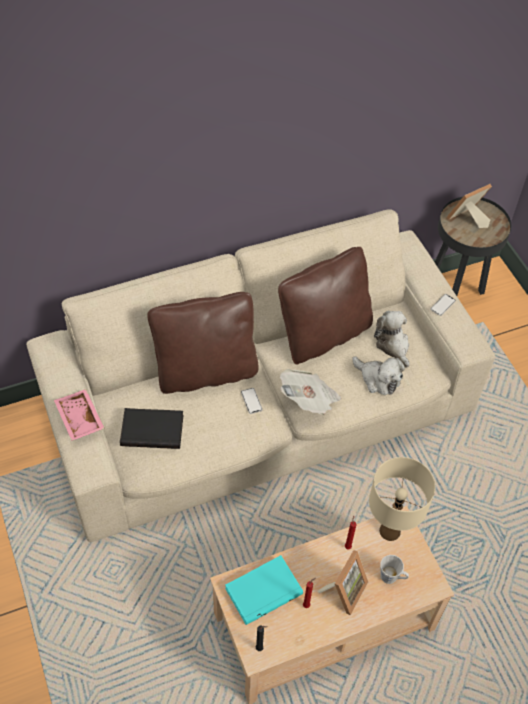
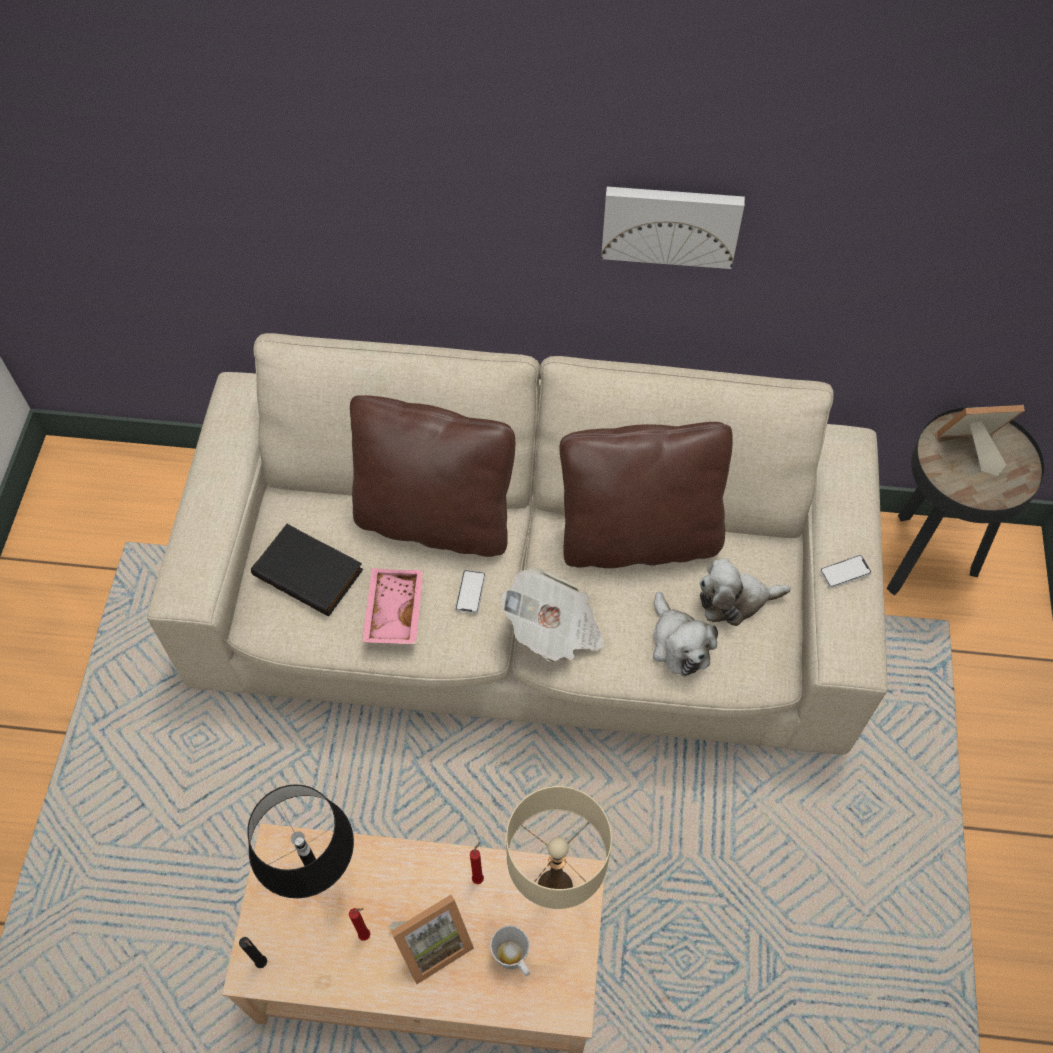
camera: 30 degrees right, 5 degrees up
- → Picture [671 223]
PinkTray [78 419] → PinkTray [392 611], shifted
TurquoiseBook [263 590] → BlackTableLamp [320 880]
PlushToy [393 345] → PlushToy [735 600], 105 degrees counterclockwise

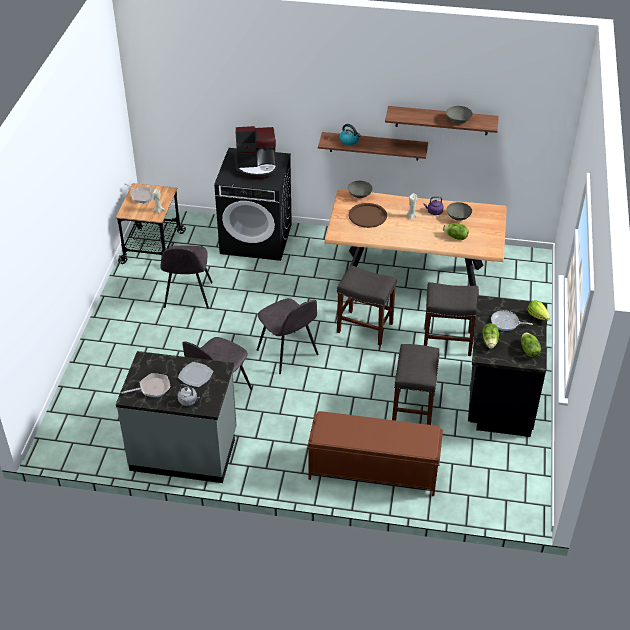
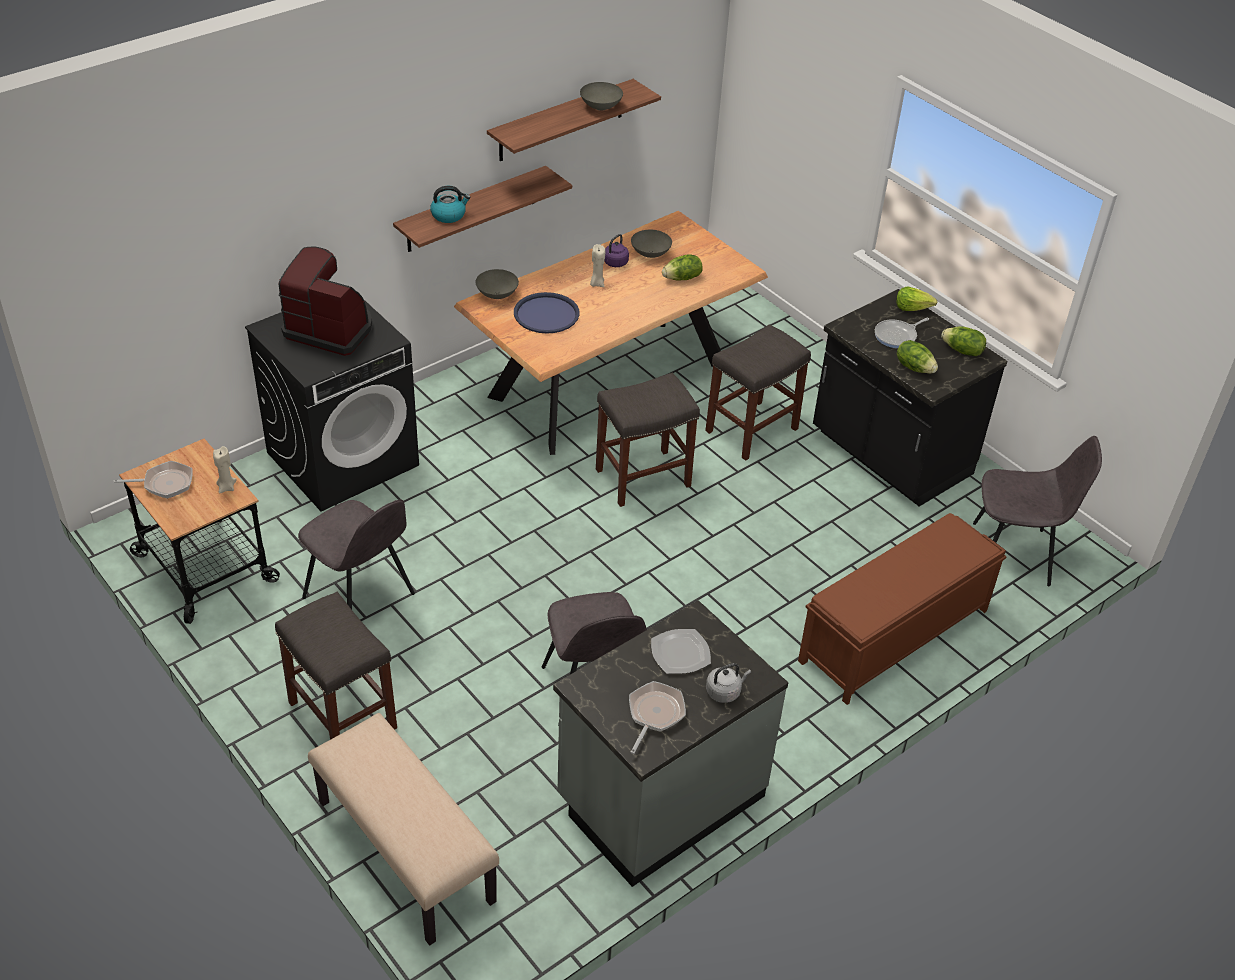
camera: 50 degrees left, 0 degrees up
- → BeigeBench [404 851]
GreyChair [288 353] → GreyChair [1014 554], shifted
GreyStool [413 411] → GreyStool [344 716], shifted
BrownTray [367 216] → BlueTray [546 314]
CoffeeMachine [257 167] → CoffeeMachine [330 329], 105 degrees counterclockwise

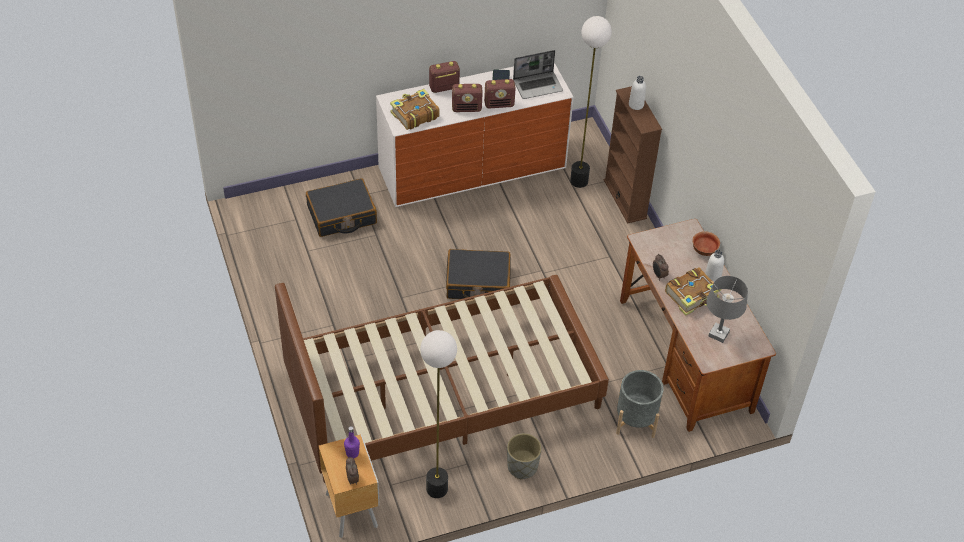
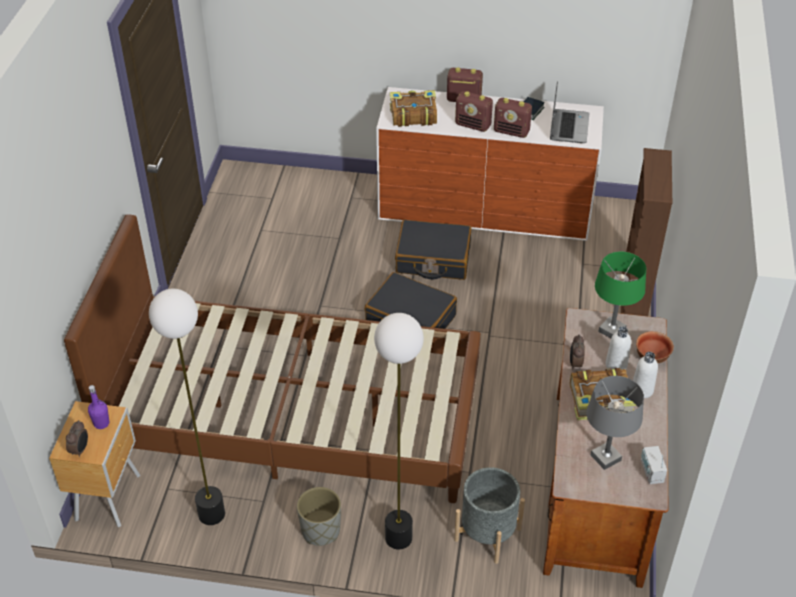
camera: 30 degrees right, 5 degrees down
- → GreenTableLamp [612 330]
- → Radio [651 472]
BlackSuitcase [341 215] → BlackSuitcase [433 259], shifted
FloorLamp [578 181] → FloorLamp [398 538], shifted
WhiteBottle [636 105] → WhiteBottle [616 365], shifted
Laptop [538 85] → Laptop [568 127], 90 degrees counterclockwise

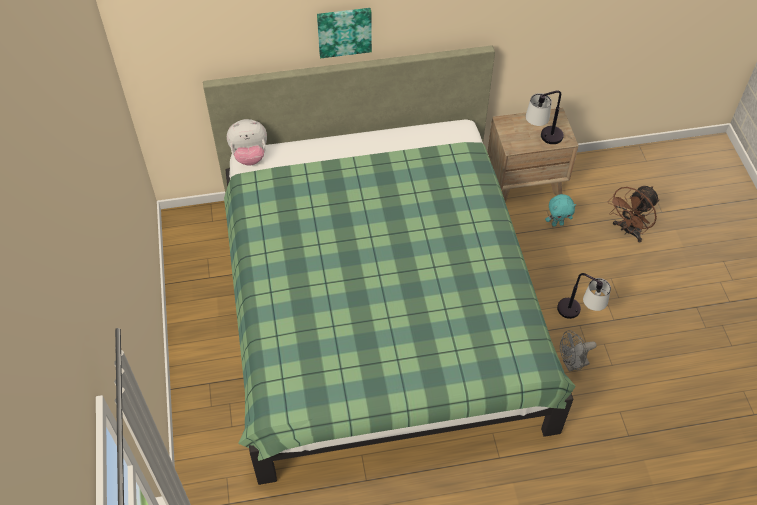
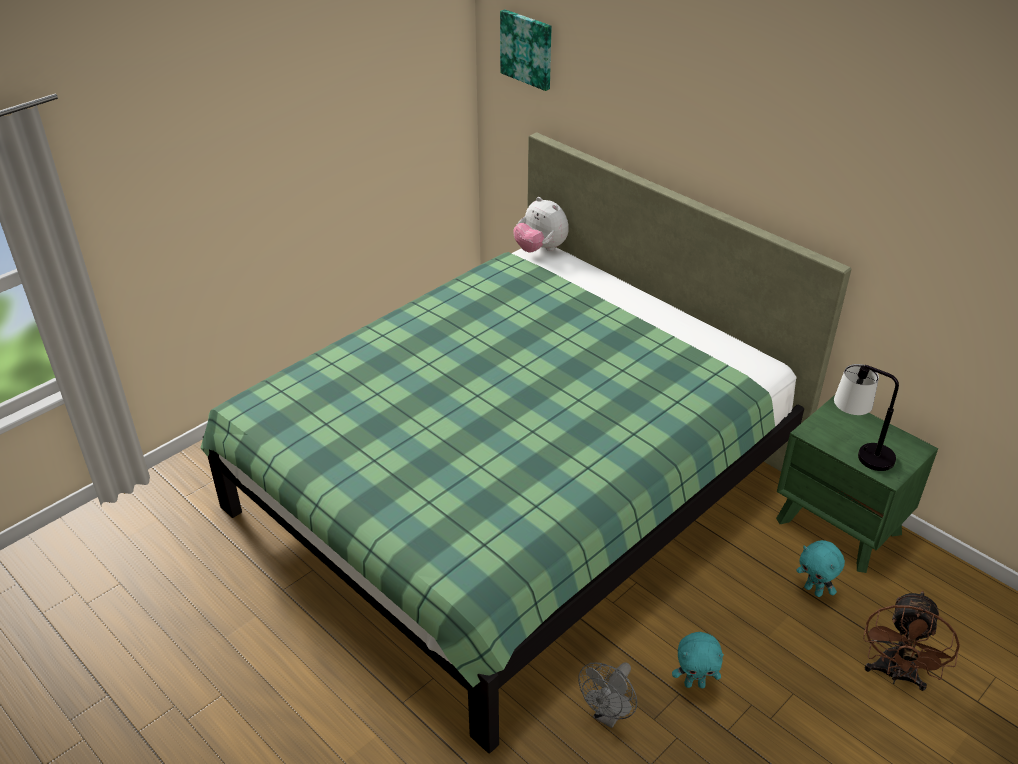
camera: 55 degrees right, 15 degrees down
Picture [344 31] → Picture [527 49], shifted
TableLamp [578 314] → TurquoisePlushToy [694 684]
BrownNightstand [525 182] → GreenNightstand [839 526]
GreyFan [572 364] → GreyFan [608 715], 90 degrees counterclockwise
BrownFan [628 231] → BrownFan [895 675], 75 degrees counterclockwise

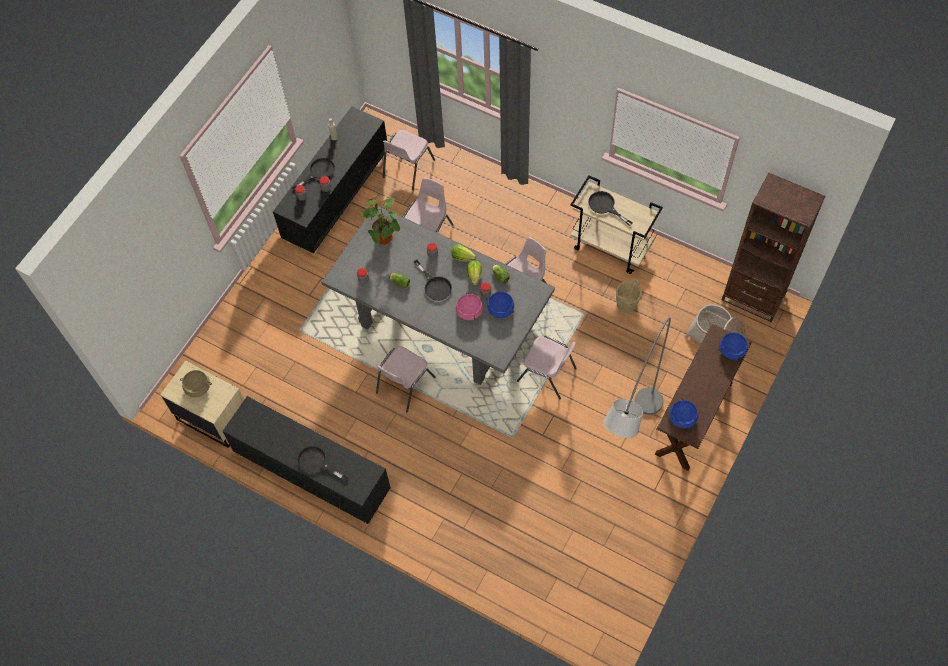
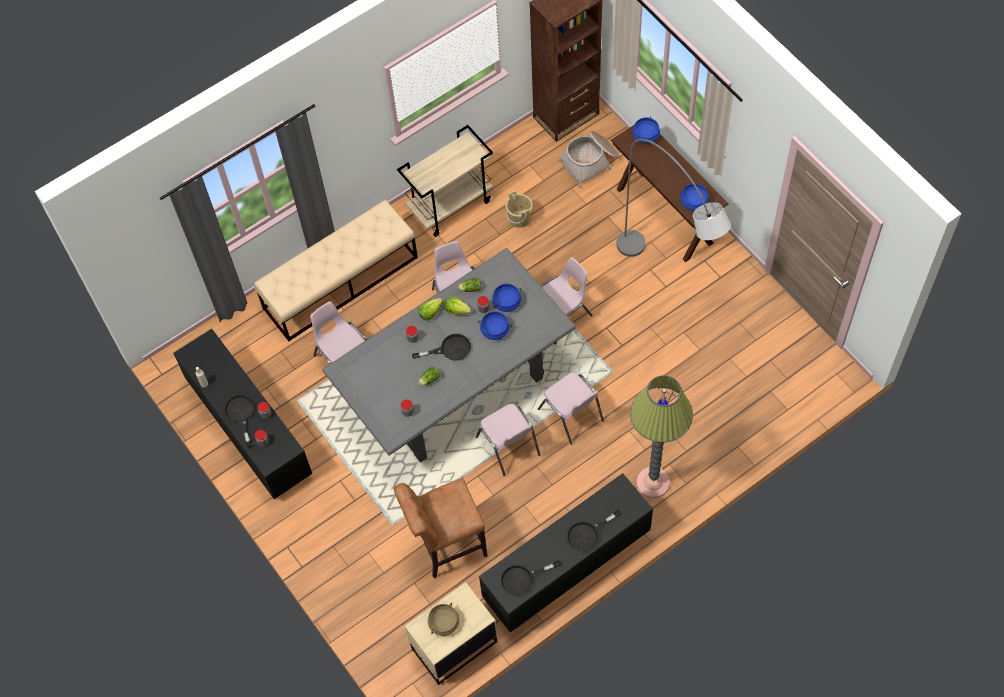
camera: 65 degrees left, 0 degrees up
PottedPlant [385 238] → -
- → BeigeBench [341 282]
- → BrownStool [446 546]
- → FloorLamp [653 483]
PinkChair [407 169] → PinkChair [571 415], shifted
BlackFryingPan [605 206] → BlackFryingPan [522 578], shifted
PinkCookingPot [469 311] → BlueCookingPot [495 330]

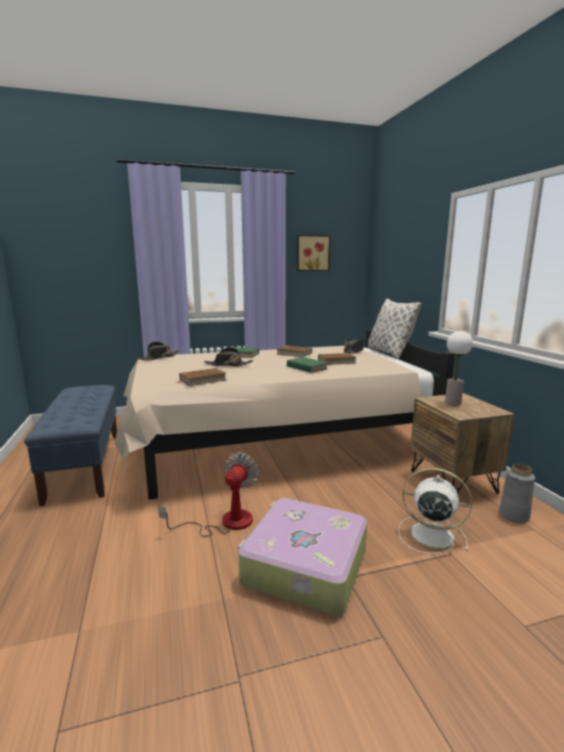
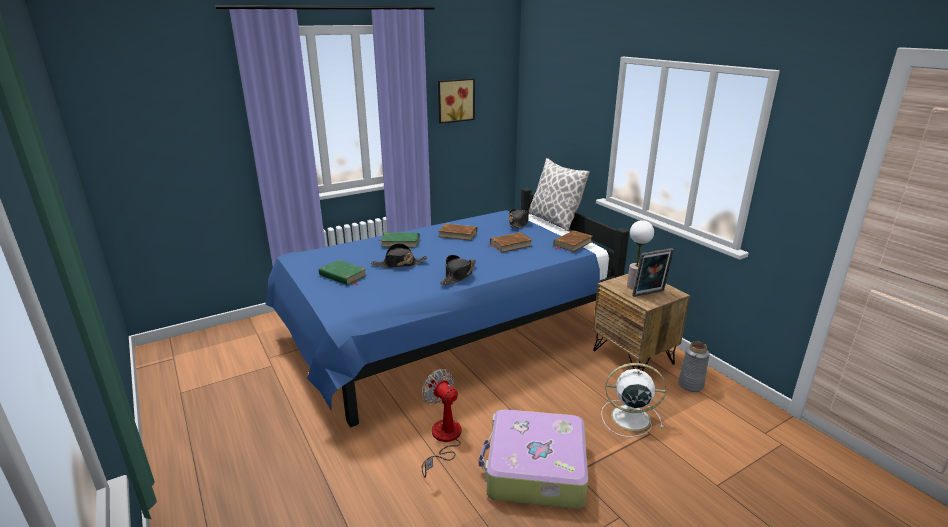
camera: 15 degrees left, 10 degrees up
BlueBench [85 466] → -
- → PictureFrame [649 294]
BlackHat [159 357] → BlackHat [458 275], shifted
BrownBook [202 380] → BrownBook [572 243], shifted
GreenBook [307 367] → GreenBook [343 275], shifted
BeigeBed [274 442] → BlueBed [446 333]
Fan [225 522] → Fan [443 439], 45 degrees counterclockwise

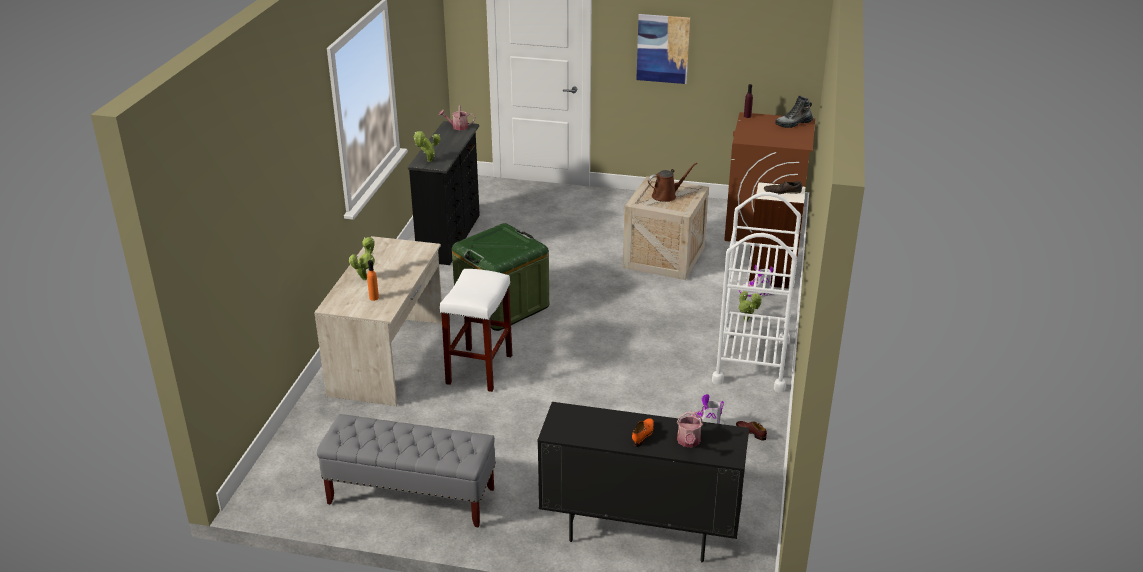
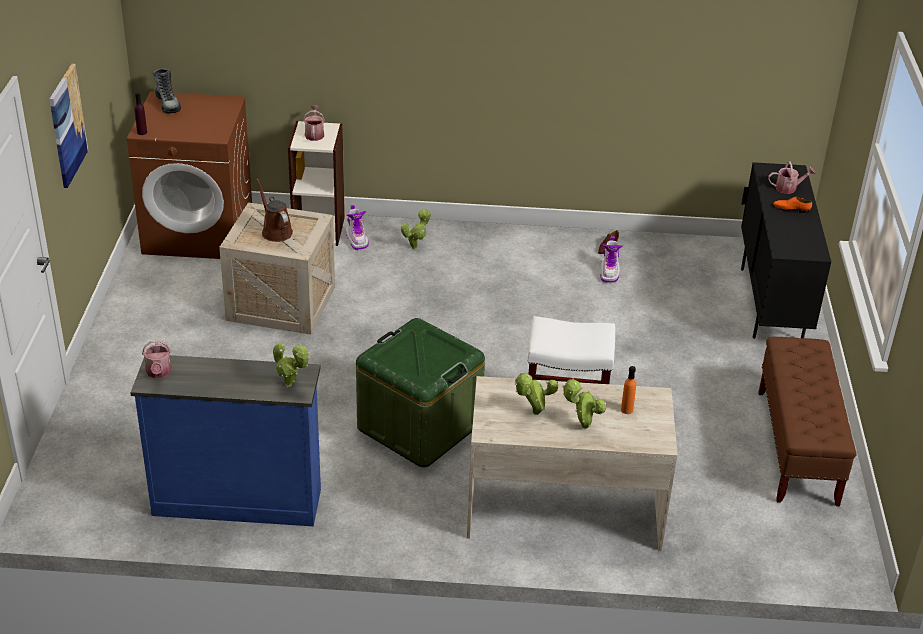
camera: 100 degrees left, 5 degrees up
WhiteCart [751 361] → -
- → PottedPlant [533 413]
BrownShoe [782 192] → WateringCan [314 134]
GreyBench [411 496] → BrownBench [797 448]
BlackDresser [451 237] → BlueDresser [236 500]

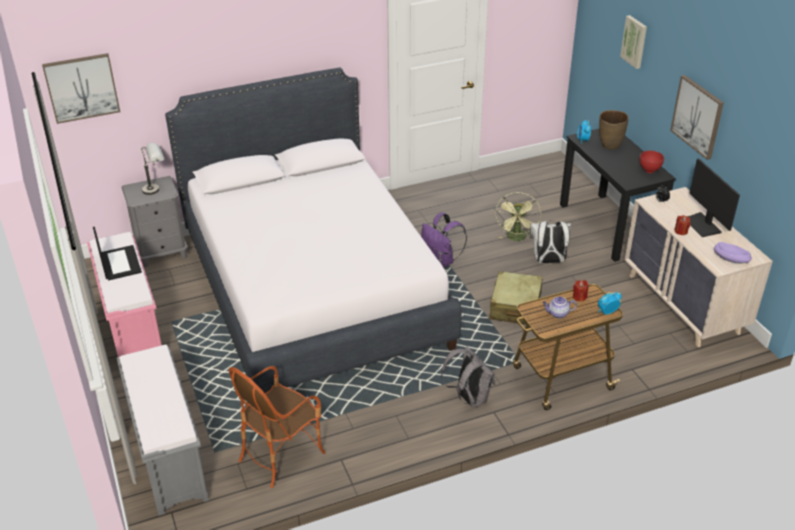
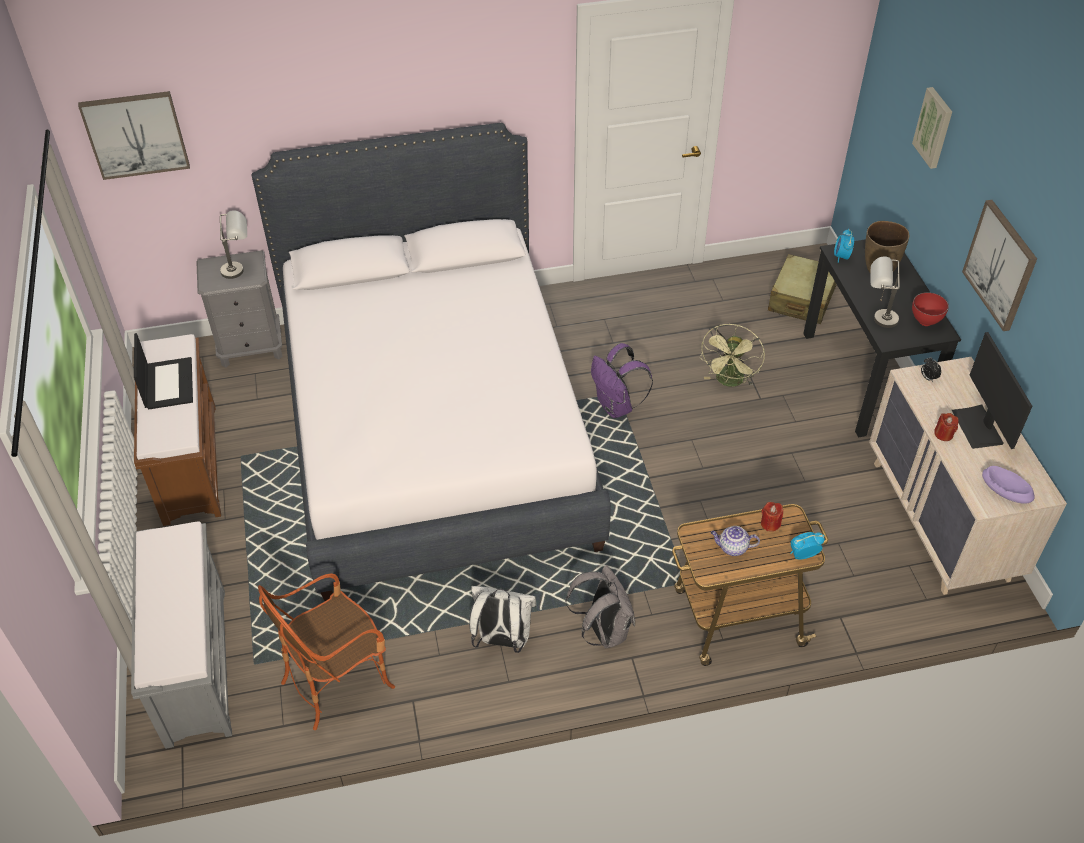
camera: 10 degrees right, 10 degrees up
- → GreyTableLamp [877 319]
BeigeSuitcase [515 307] → BeigeSuitcase [801 299], shifted
WhiteBackpack [548 261] → WhiteBackpack [502 640], shifted
PinkBench [132 330] → BrownBench [189 462]

